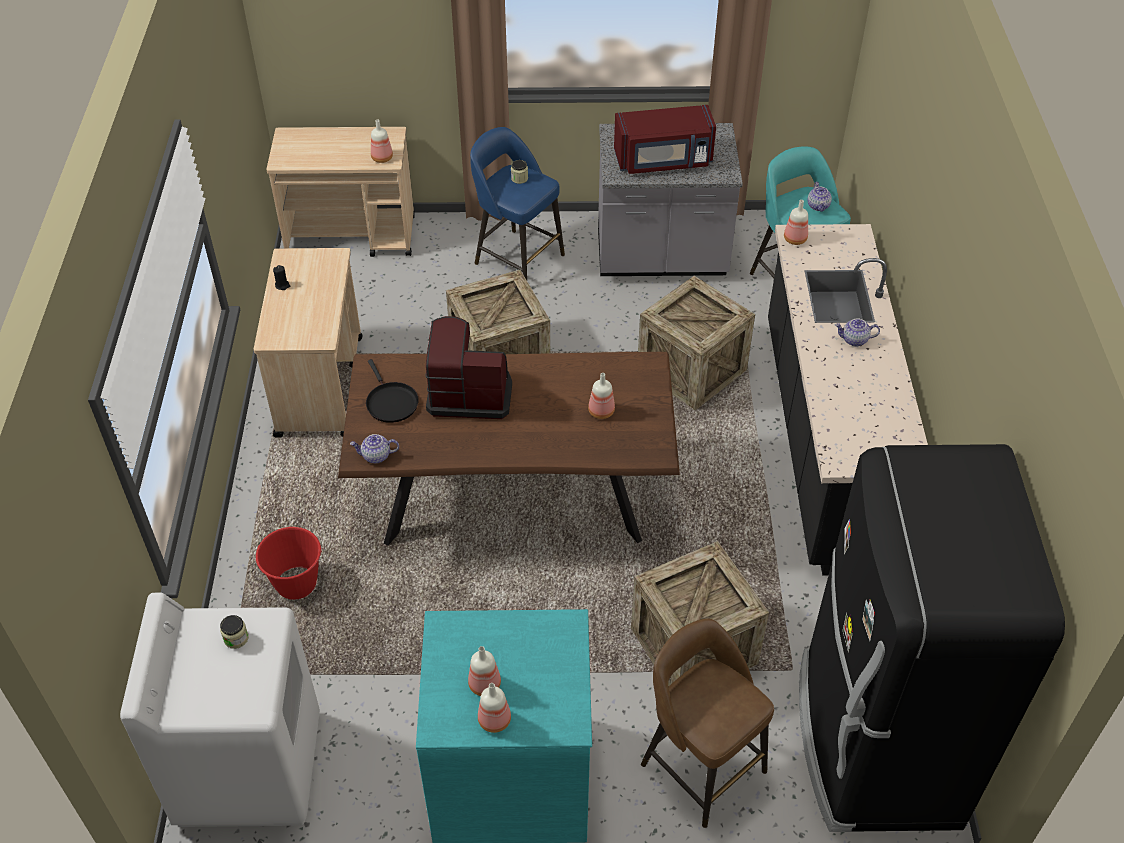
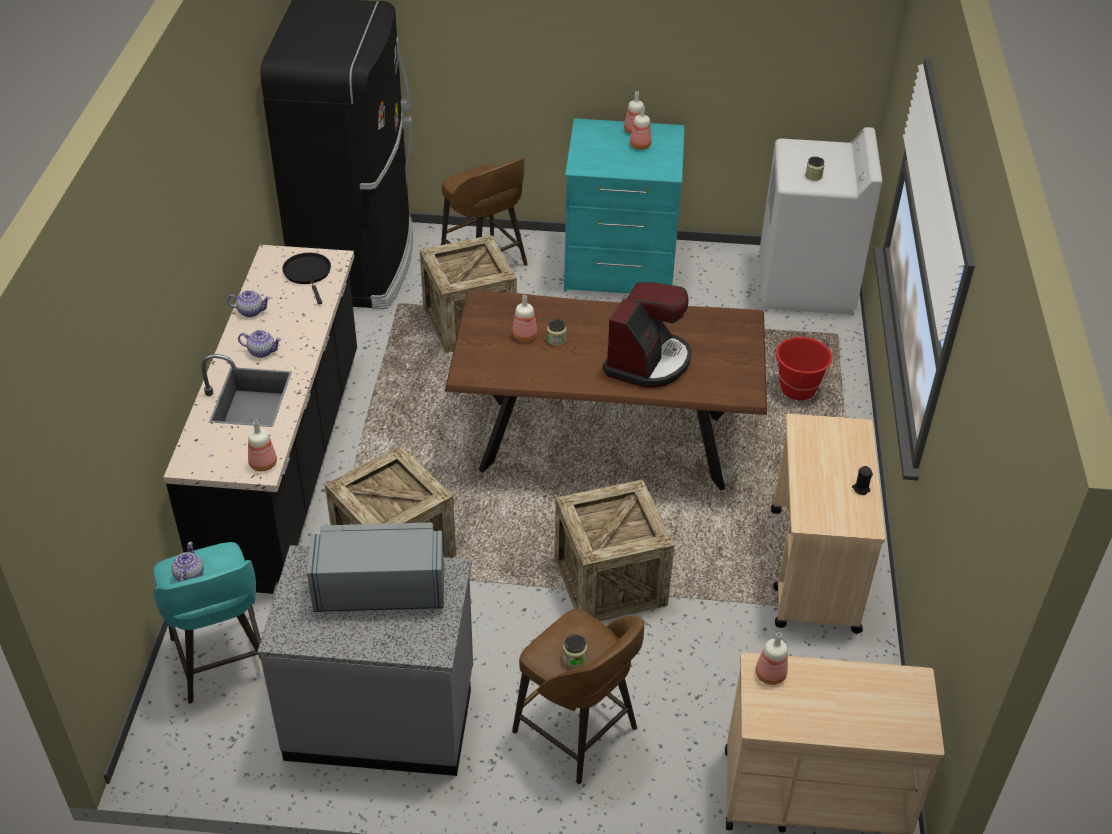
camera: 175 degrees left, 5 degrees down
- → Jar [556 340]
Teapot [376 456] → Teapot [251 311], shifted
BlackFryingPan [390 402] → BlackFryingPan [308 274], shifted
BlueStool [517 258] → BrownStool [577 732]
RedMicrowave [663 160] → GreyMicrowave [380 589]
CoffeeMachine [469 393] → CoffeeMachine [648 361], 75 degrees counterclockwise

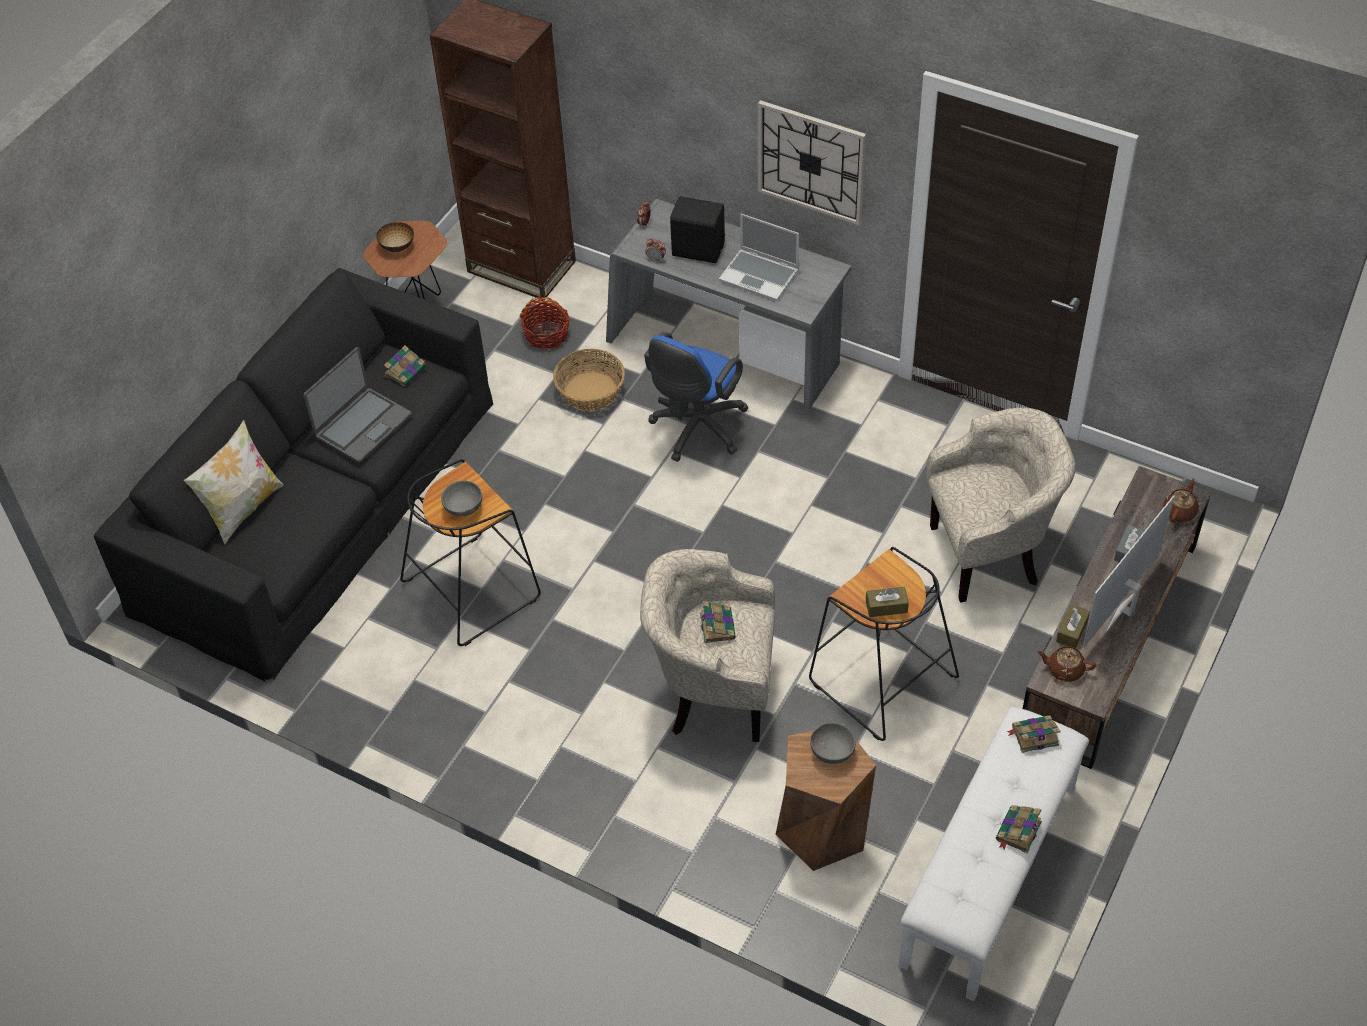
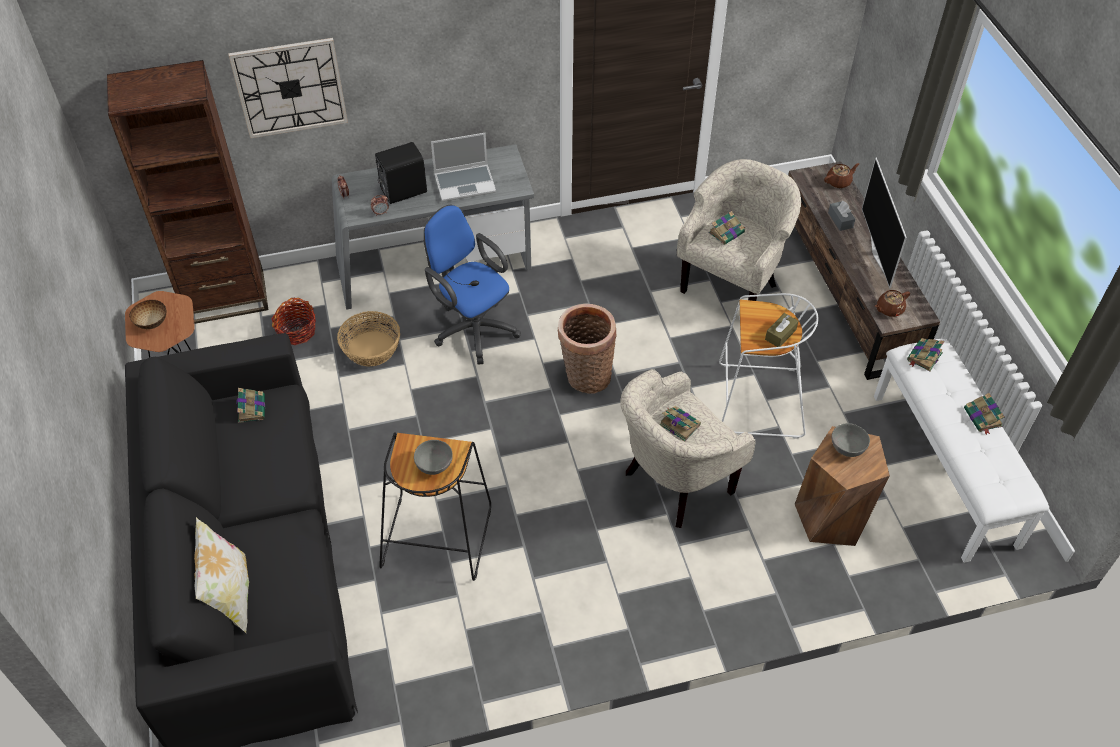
camera: 45 degrees left, 0 degrees up
Laptop [362 426] → -
BrownTissueBox [1072 631] → -
- → Basket [585 376]
- → Book [727 232]
WallClock [811 162] → WallClock [290 88], shifted
BlackStool [880 679] → WhiteStool [757 401]
BlueOfficeChair [696 430] → BlueOfficeChair [472 328], 150 degrees clockwise
BrownTeapot [1179 511] → BrownTeapot [839 182], 75 degrees clockwise

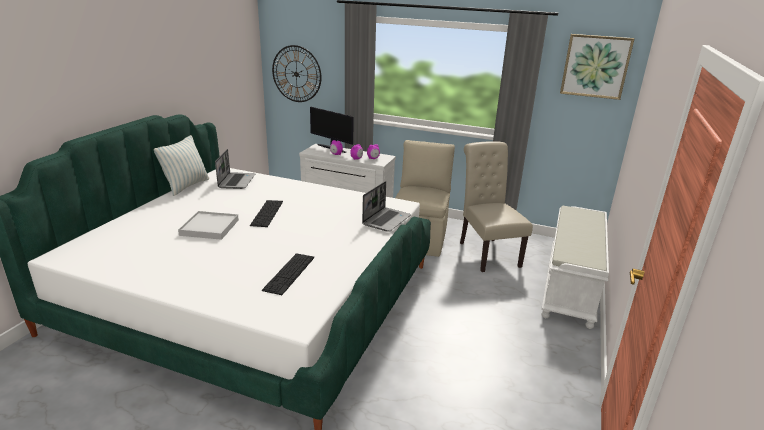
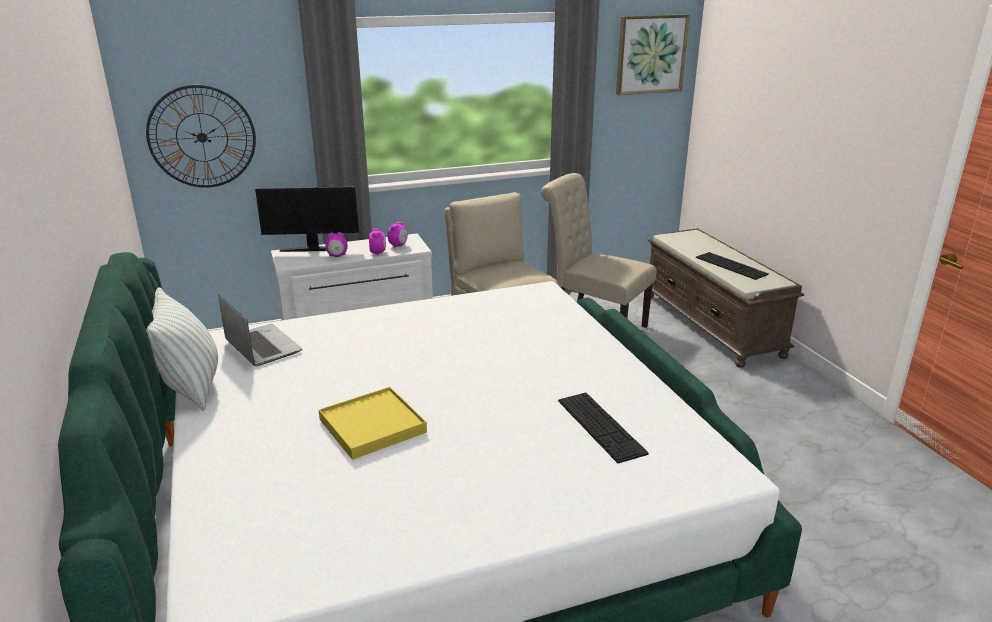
camera: 40 degrees left, 0 degrees up
Laptop [386 220] → -
Keyboard [267 213] → Keyboard [731 266], shifted
WhiteTray [210 227] → YellowTray [372 426]
WhiteBench [571 286] → BrownBench [712 325]

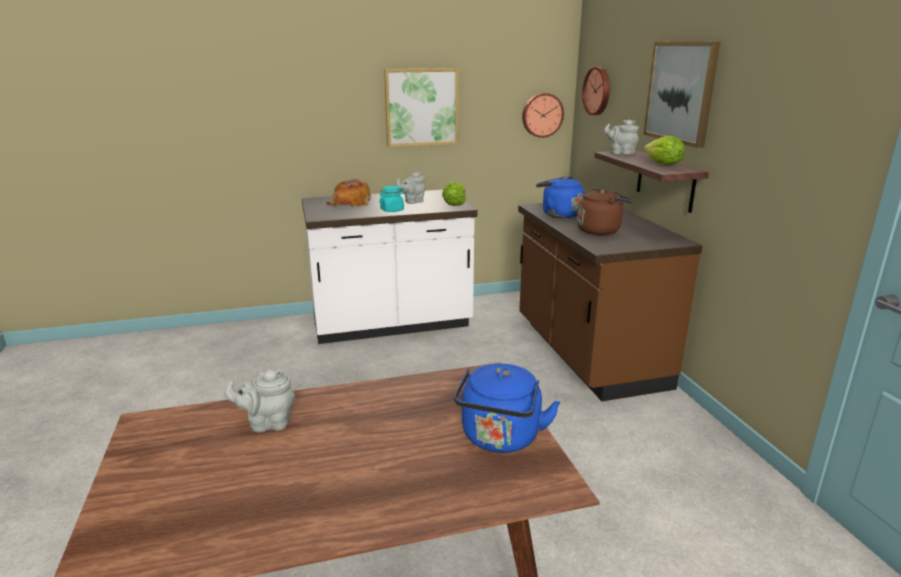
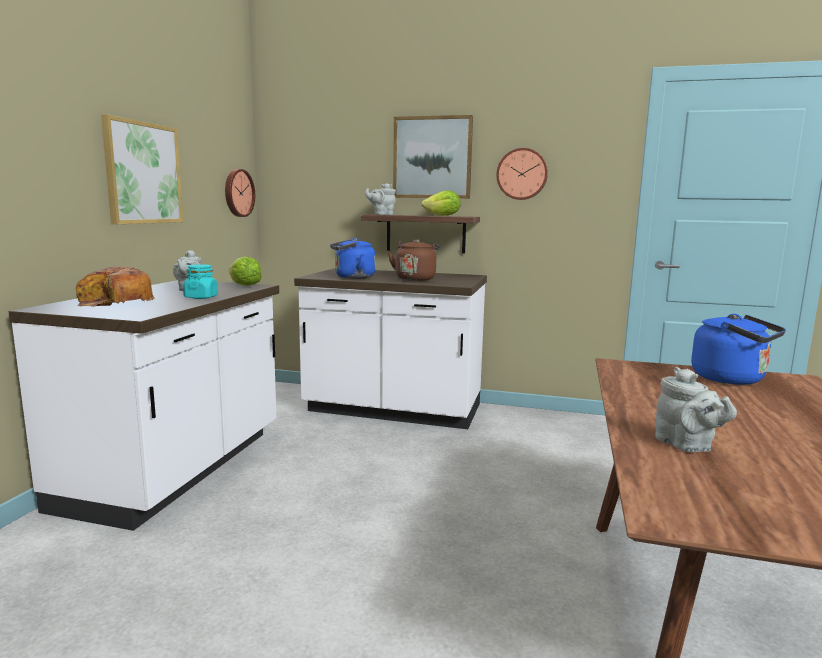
camera: 60 degrees left, 10 degrees down
WallClock [598 91] → WallClock [522 174], shifted
BrownCounter [587 354] → WhiteCounter [393 410]
GreyTeapot [267 423] → GreyTeapot [686 445], 45 degrees counterclockwise

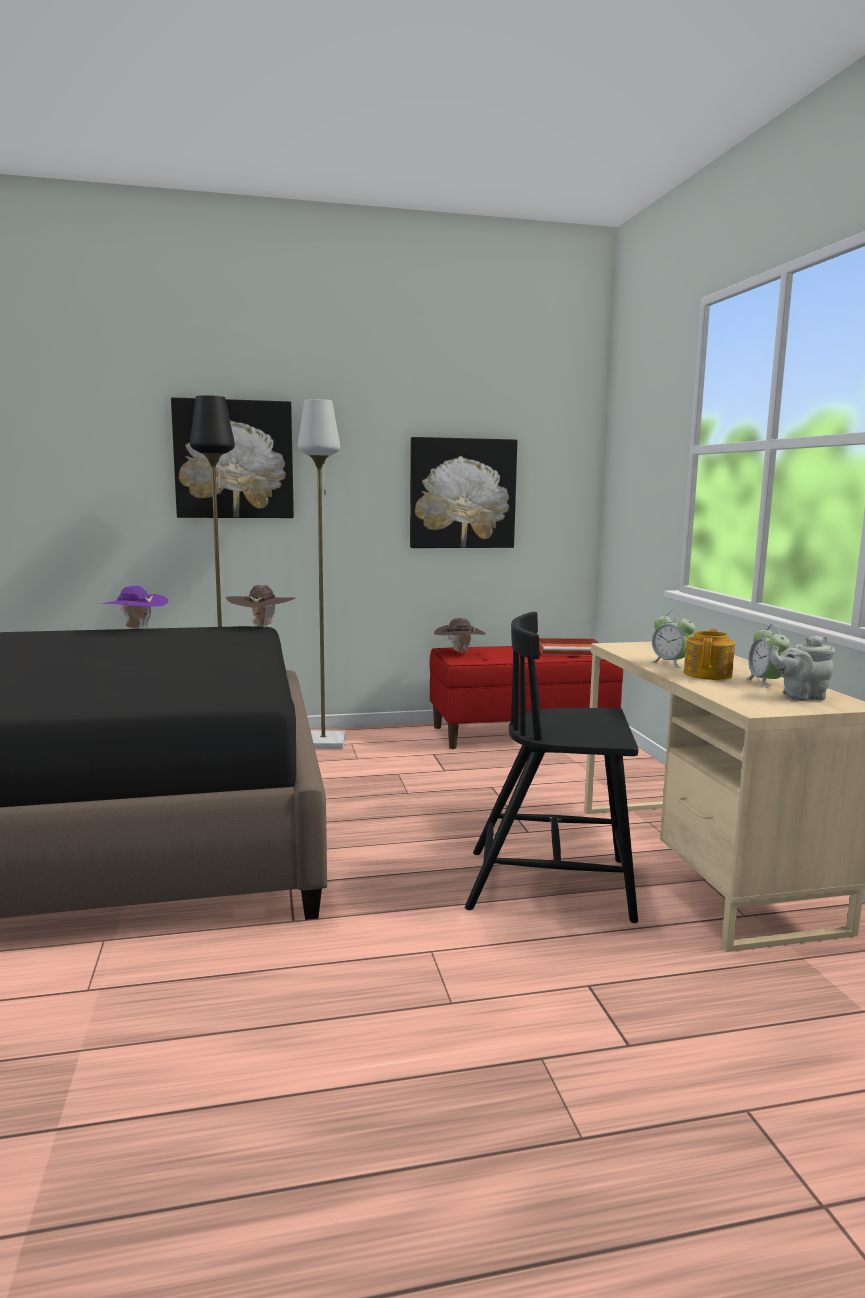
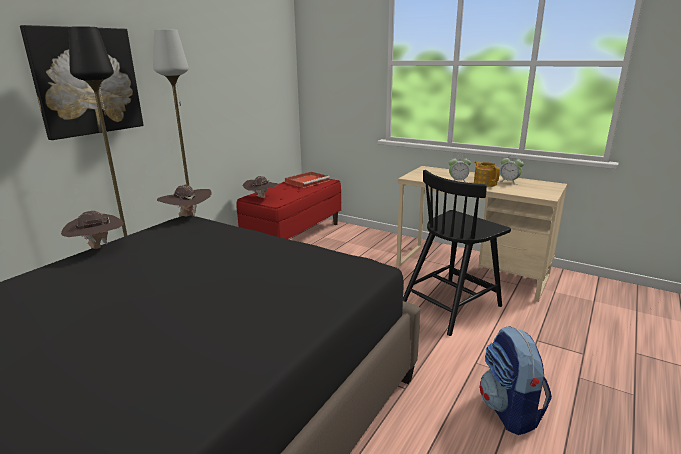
camera: 45 degrees left, 10 degrees up
Picture [462 493] → -
GreyTeapot [800 697] → -
- → Backpack [509 410]
PurpleHat [135 628] → BrownHat [97 248]

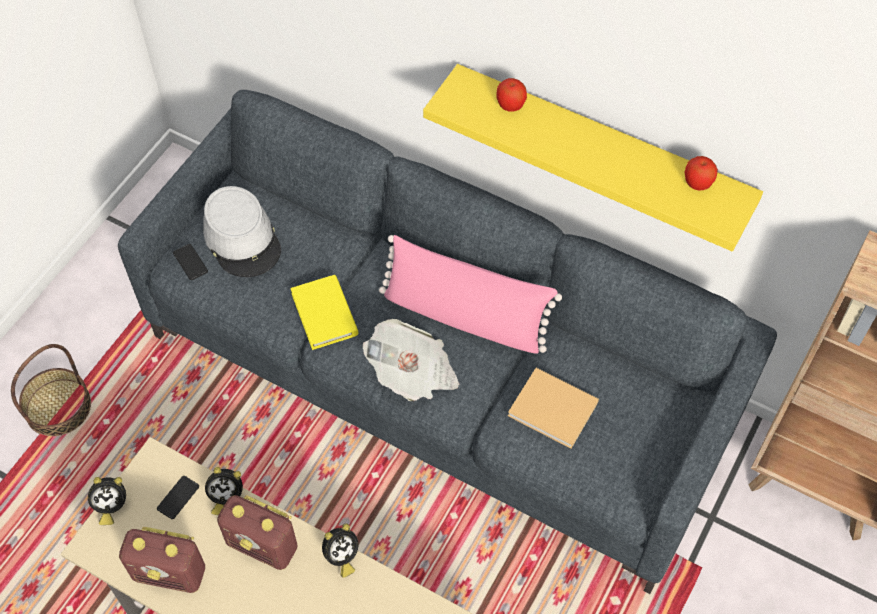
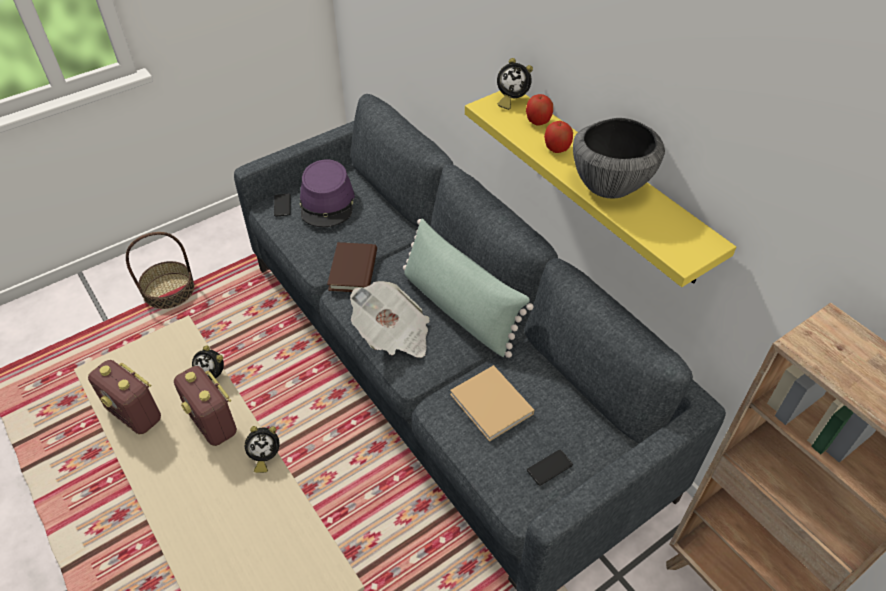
camera: 25 degrees right, 10 degrees down
- → Bowl [609 186]
AlarmClock [111 506] → AlarmClock [511 100], shifted
Phone [178 497] → Phone [549 468], shifted
Apple [697 183] → Apple [557 148], shifted
GreyHat [242 239] → PurpleHat [327 202]
YellowBook [324 314] → BrownBook [353 270]
PinkPillow [465 316] → GreenPillow [459 309]

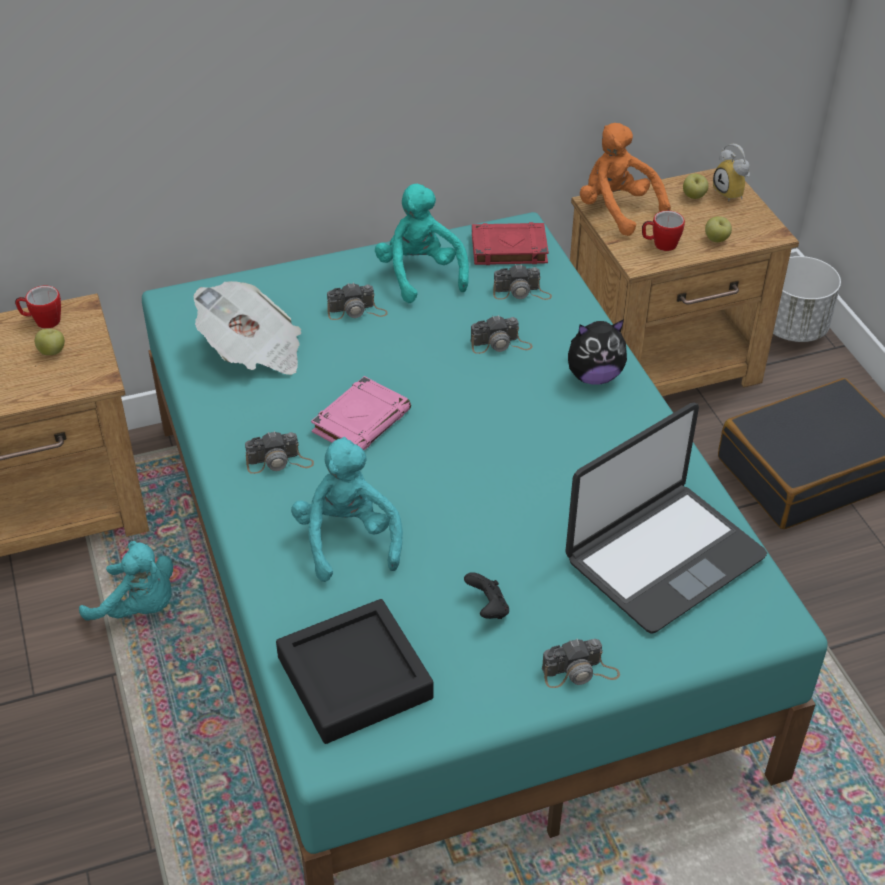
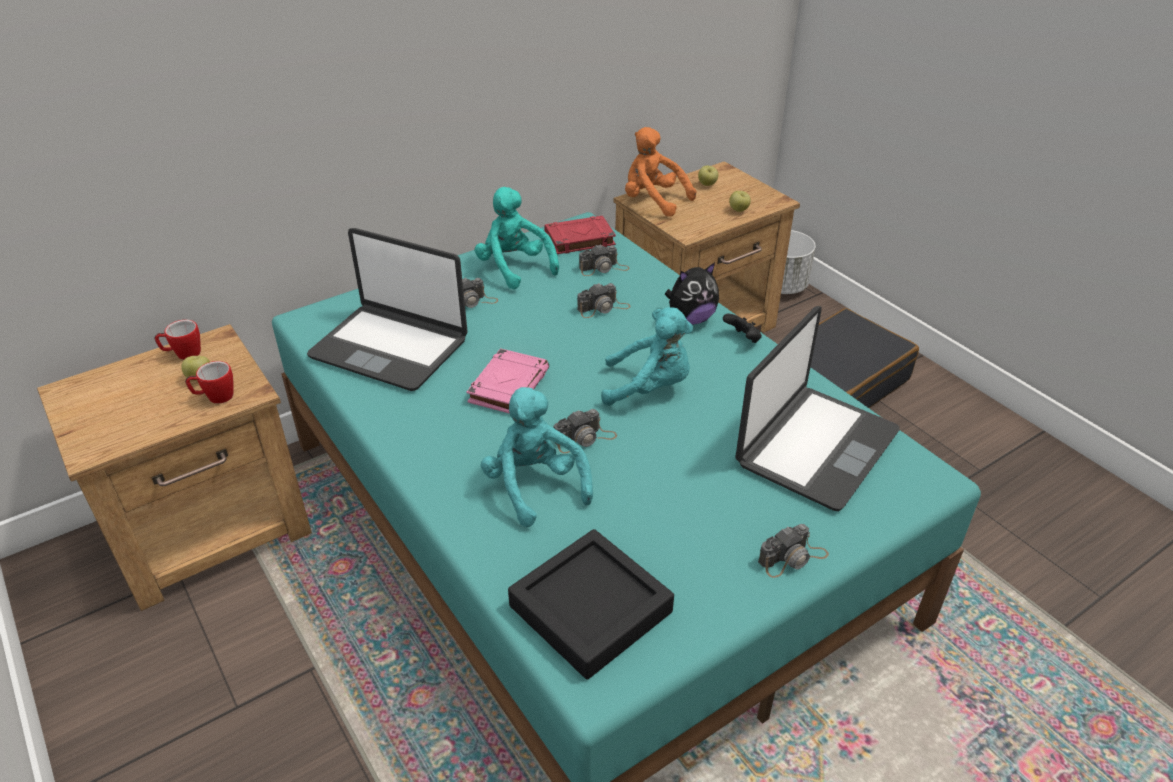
camera: 15 degrees left, 5 degrees down
AlarmClock [732 193] → -
TurquoisePlushToy [139 607] → TurquoisePlushToy [650 387], shifted
PhotoCamera [279 462] → PhotoCamera [585 438], shifted
BlackGameController [487 608] → BlackGameController [742 339], shifted
Mug [660 244] → Mug [215 397], shifted
Newspaper [253 351] → Laptop [390 347]

